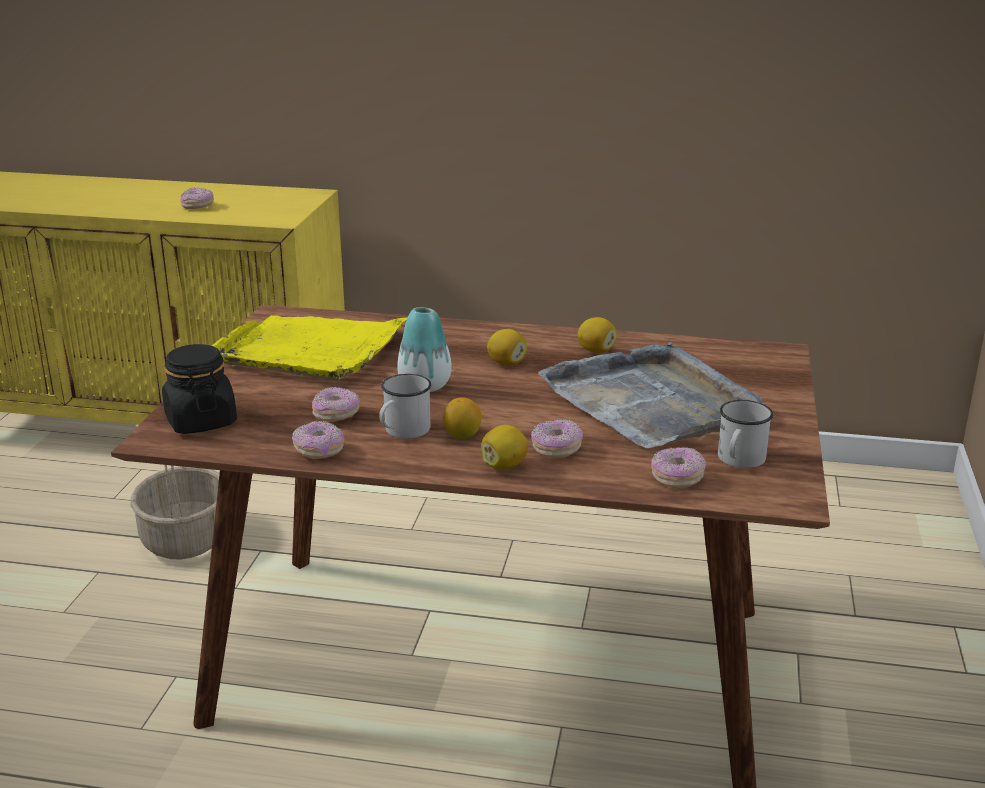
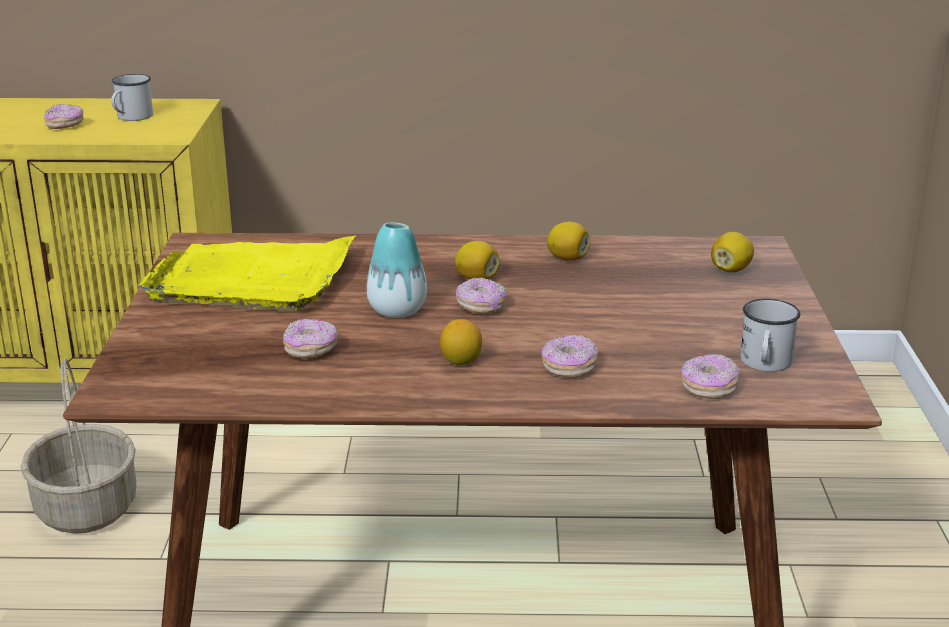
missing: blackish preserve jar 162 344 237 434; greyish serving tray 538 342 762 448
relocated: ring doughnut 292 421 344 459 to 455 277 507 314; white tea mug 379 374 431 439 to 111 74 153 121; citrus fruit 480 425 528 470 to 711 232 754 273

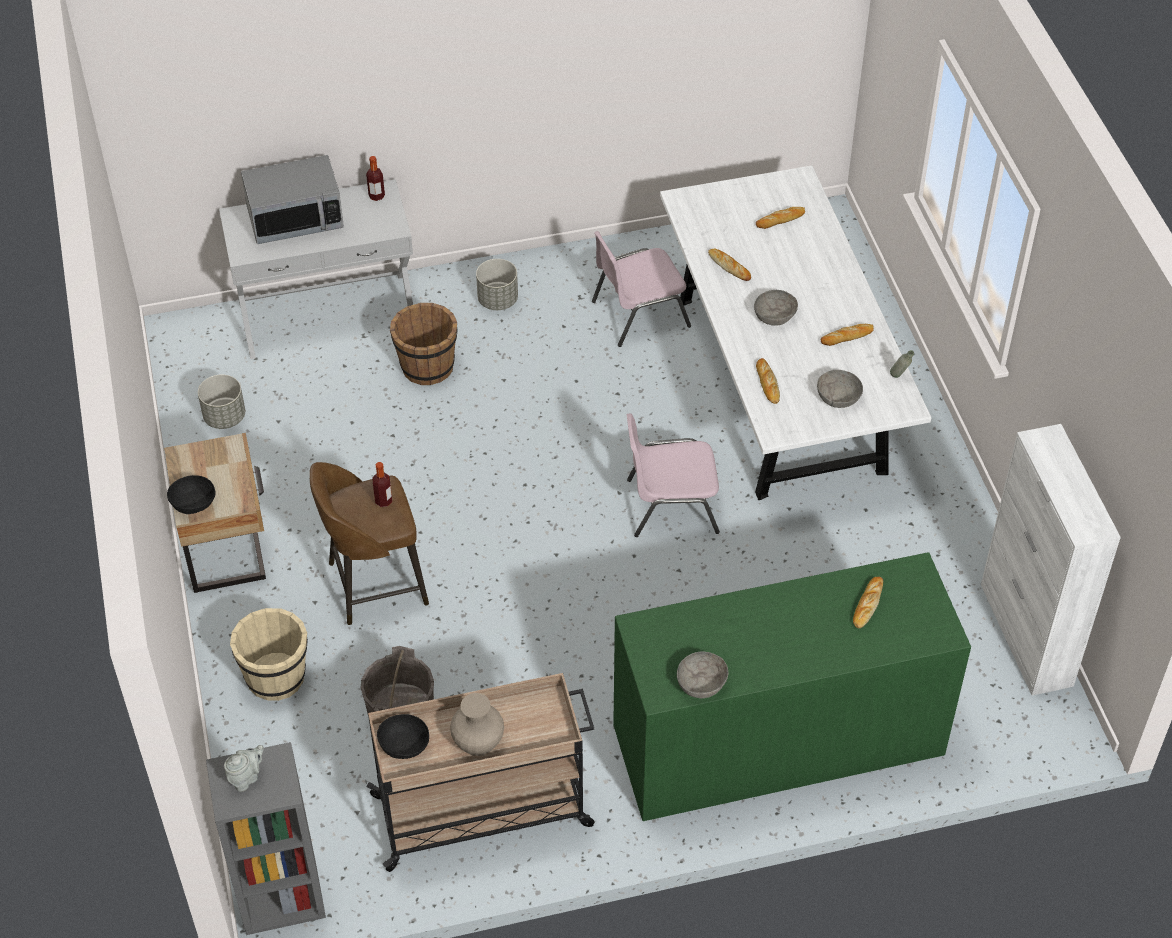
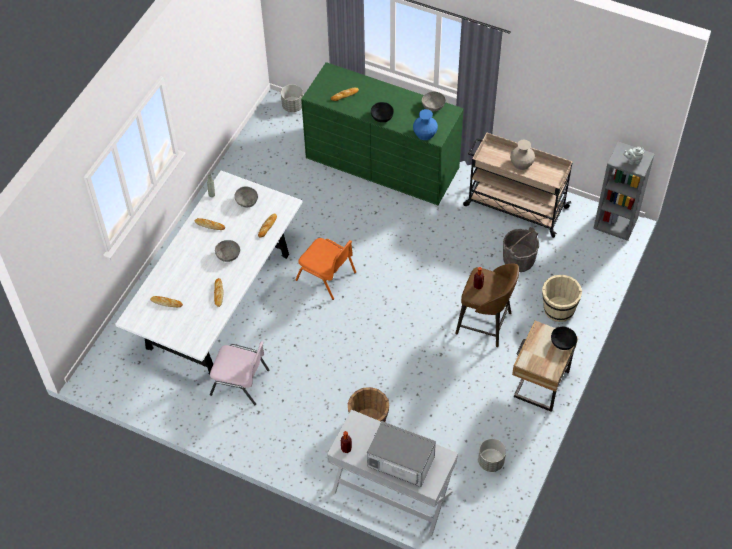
missing: white storage cabinet 981 424 1121 696
appeared: bluish flower vase 413 109 438 140
relocated: blackish serving bowl 377 714 429 759 to 371 102 394 122; greyish plant pot 476 259 518 310 to 281 84 303 112
colour: pink plain chair 626 413 720 537 to orangey plain chair 295 238 356 300

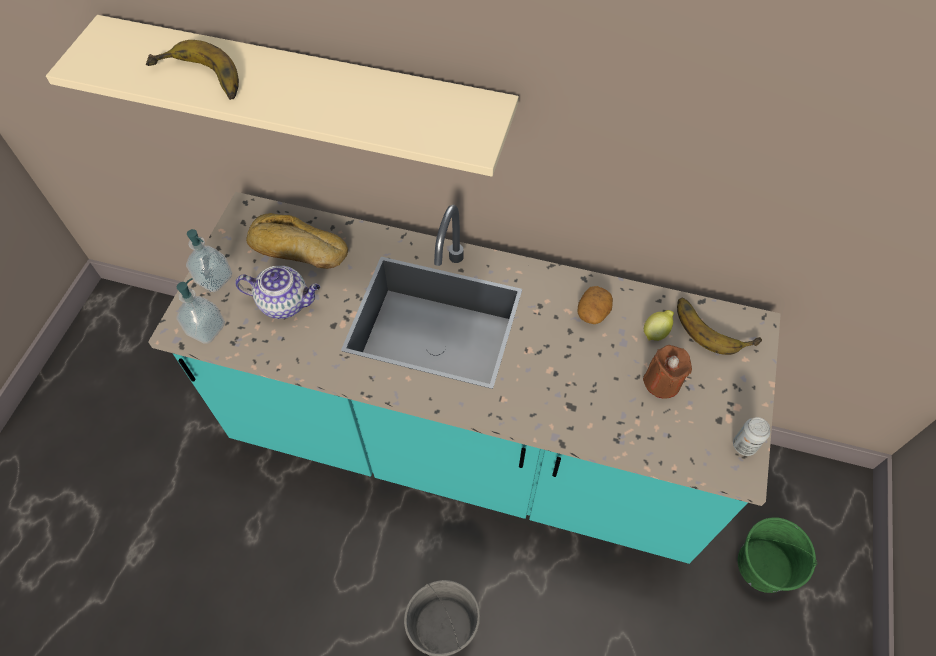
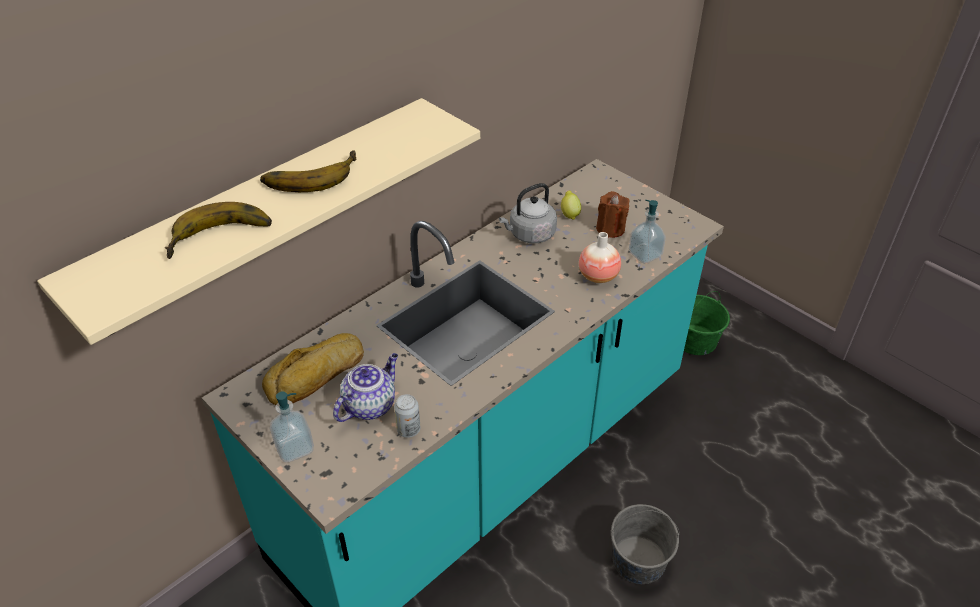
appeared: flower vase 579 232 621 283
relocated: soap bottle 176 278 225 344 to 629 200 666 264; banana fruit 677 298 762 355 to 260 151 357 192; can 733 417 770 456 to 394 394 420 438
exchanged: spud 578 286 613 324 to greyish water kettle 499 183 557 243

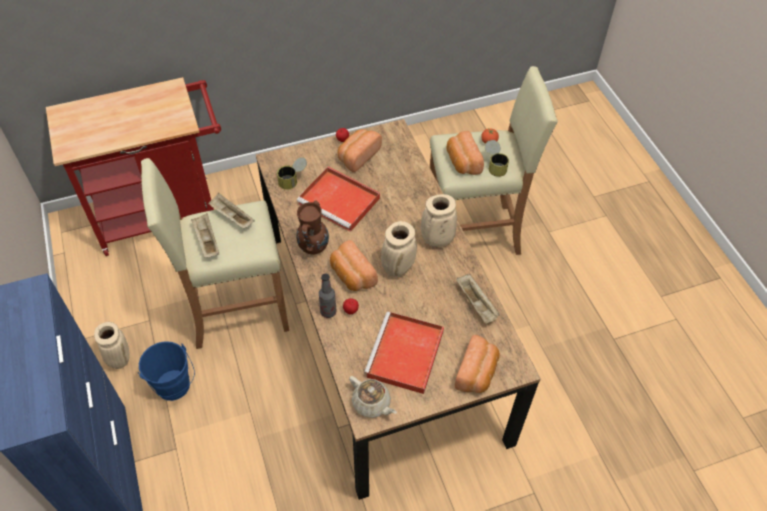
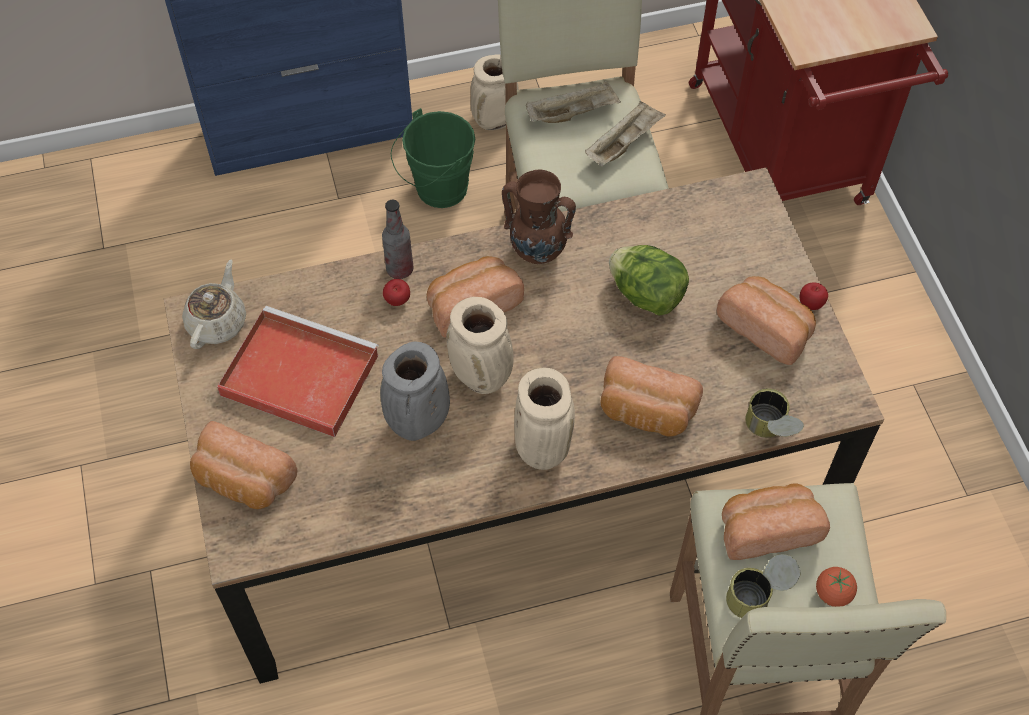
missing: beige-coloured serving tray 456 274 500 324
appeared: greyish flower vase 380 342 450 441; baked bread 600 356 703 437
relocated: can 277 157 307 190 to 745 388 804 438
exchanged: red-coloured serving tray 297 167 380 232 to head of lettuce 609 245 689 316
colour: bluish water bucket 138 341 195 401 to green-coloured water bucket 391 108 475 208
spun: beige-coloured pot for tea 349 376 397 418 = 182 259 246 349 150 degrees clockwise

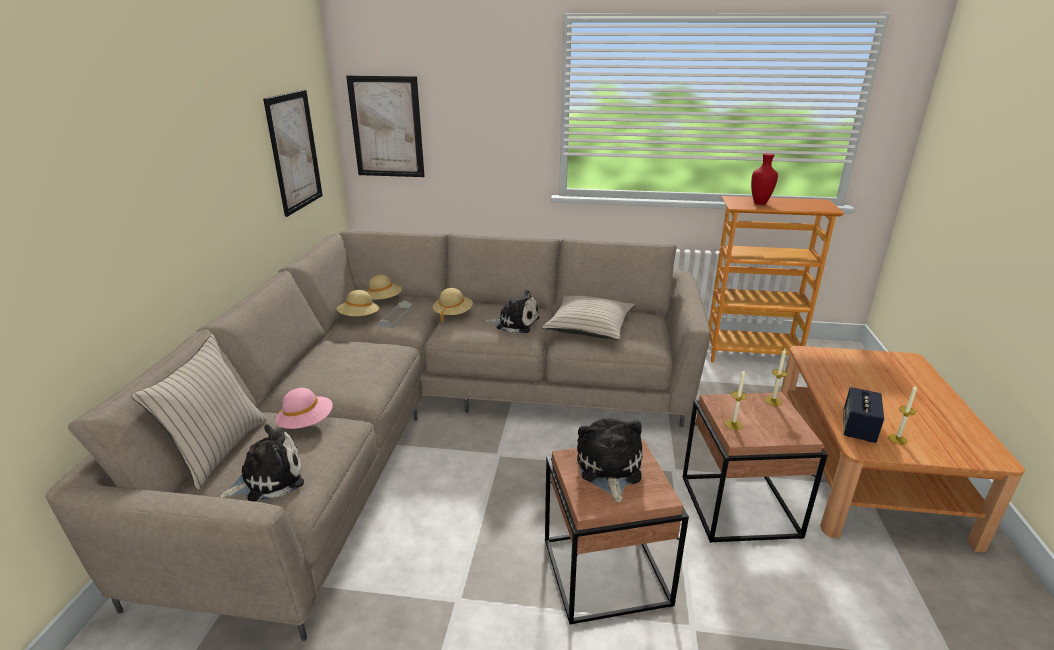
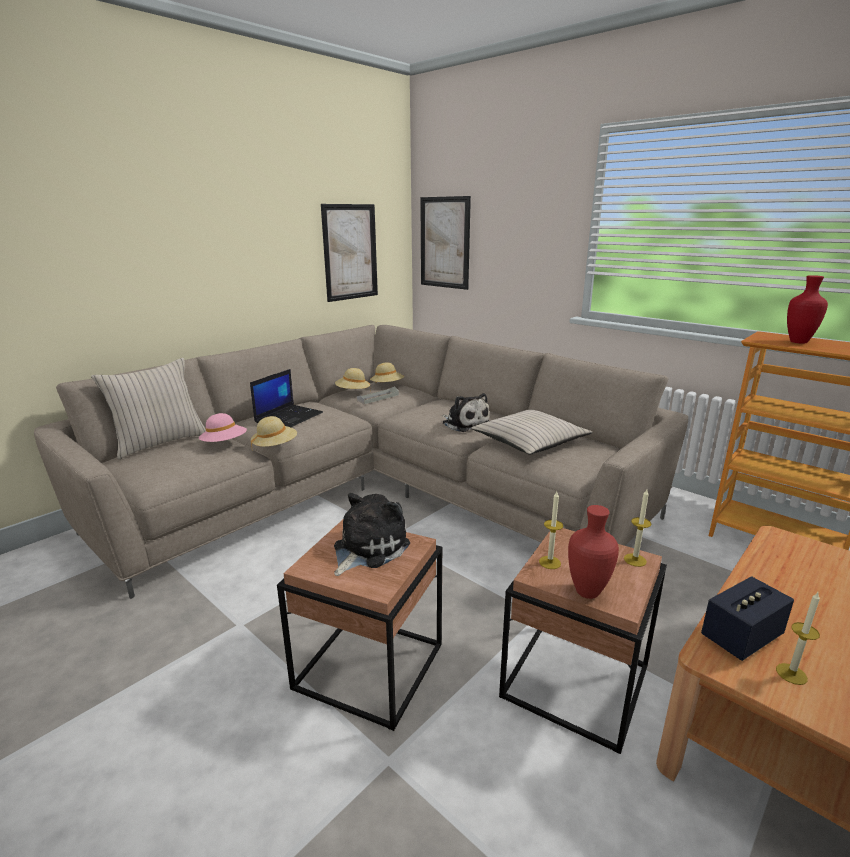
missing: plush toy 218 424 304 501
appeared: notebook computer 250 369 323 427; red-coloured flower vase 568 505 619 599
relocated: beige-coloured clothing hat 432 288 473 322 to 251 416 297 447

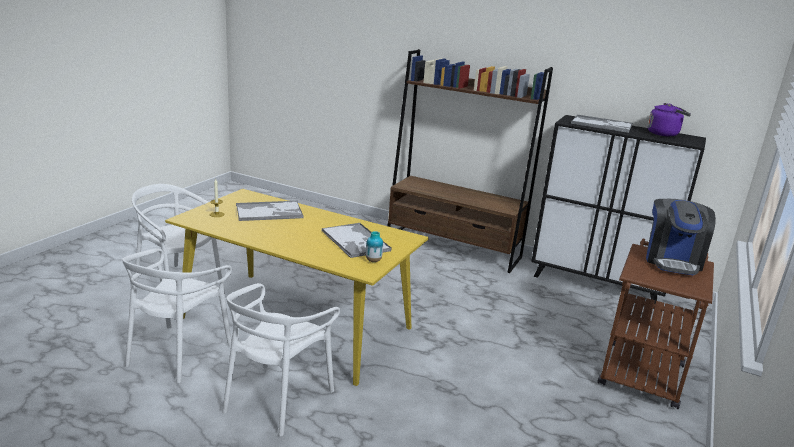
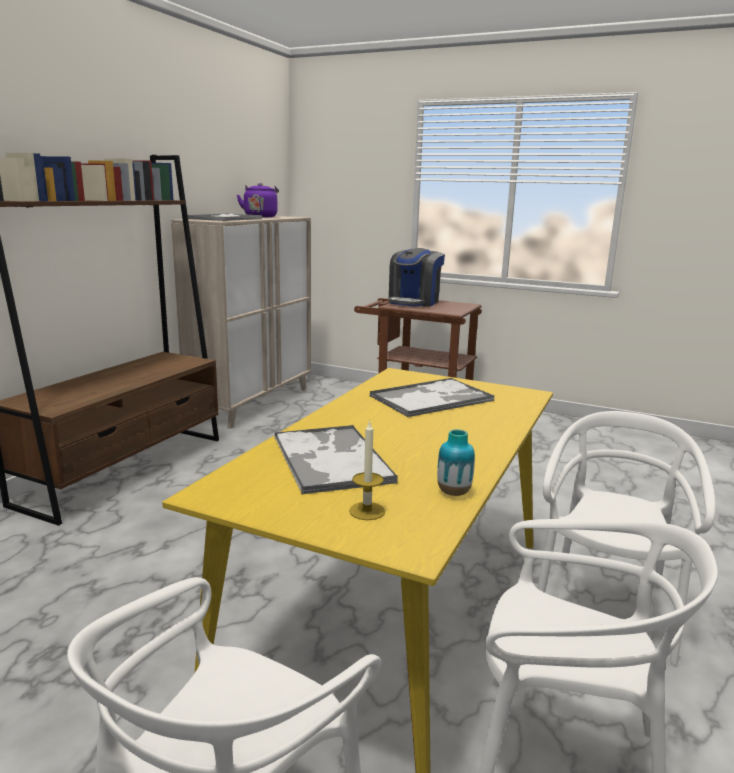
relocated: flower vase 366 231 383 262 to 437 429 475 496
colour: blackish storage cabinet 531 115 706 309 to beige-coloured storage cabinet 171 216 311 429
spun: white plain chair 222 283 340 436 = 537 411 715 665 90 degrees counterclockwise; coffee maker 646 199 716 276 = 388 248 445 307 105 degrees clockwise

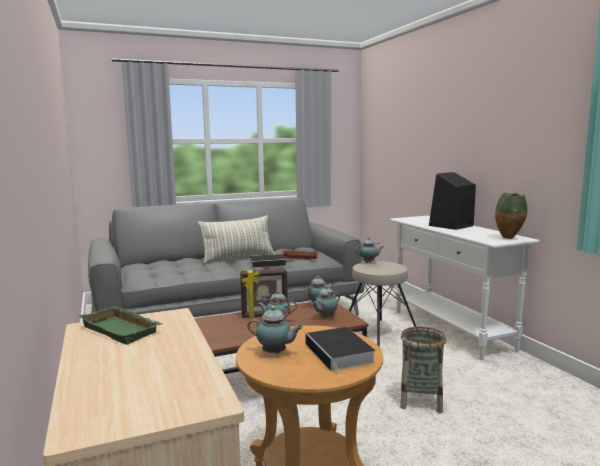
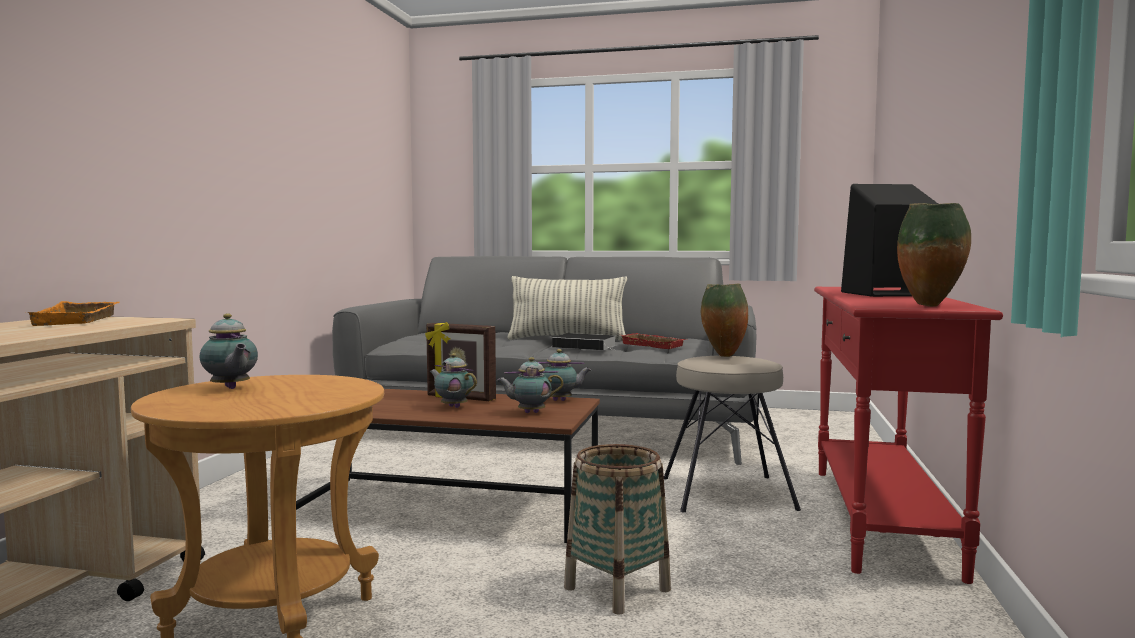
missing: bound book 306 327 376 376
exchanged: pot for tea 355 237 383 263 to flower vase 701 284 748 357
colour: green-coloured serving tray 78 306 162 345 to orangey serving tray 27 301 119 326; white hall table 390 216 540 360 to red-coloured hall table 814 287 1003 584

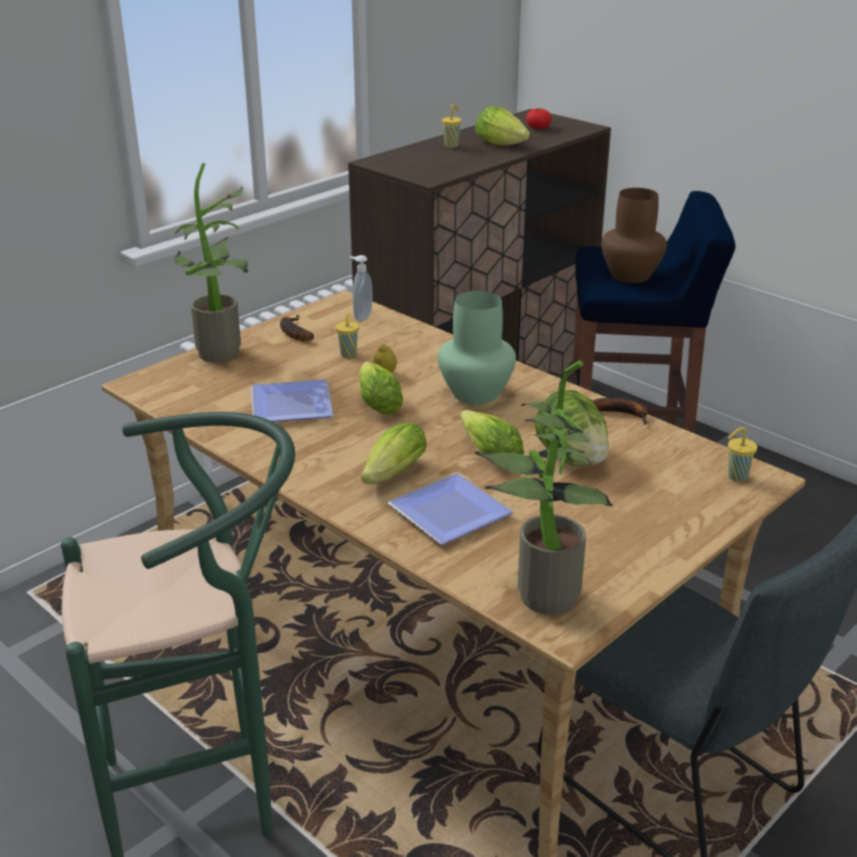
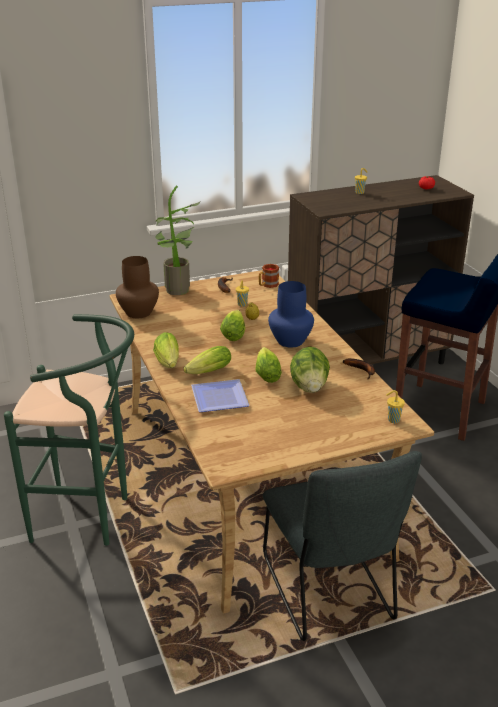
missing: flat dish 251 379 333 422; houseplant 474 360 613 615
relocated: head of lettuce 475 106 530 145 to 153 332 179 368; brown-coloured flower vase 601 188 667 283 to 116 256 159 318
exchanged: soap bottle 350 255 373 321 to tea mug 259 264 279 288
colour: green-coloured flower vase 438 291 516 405 to bluish flower vase 268 281 314 347

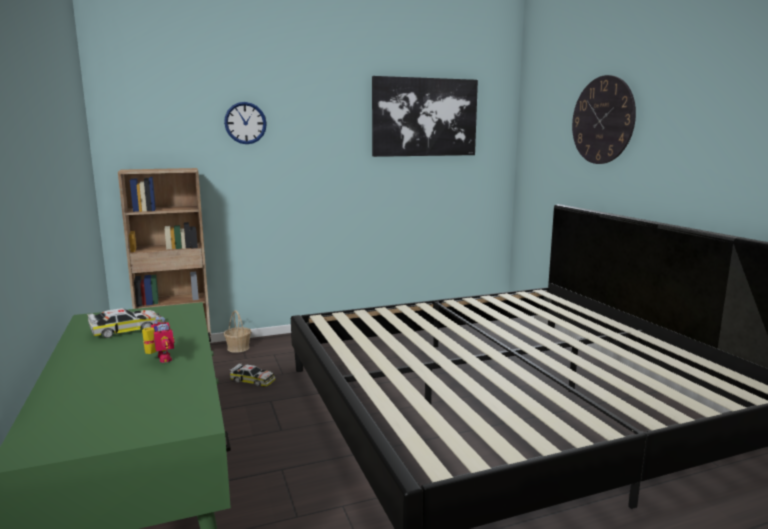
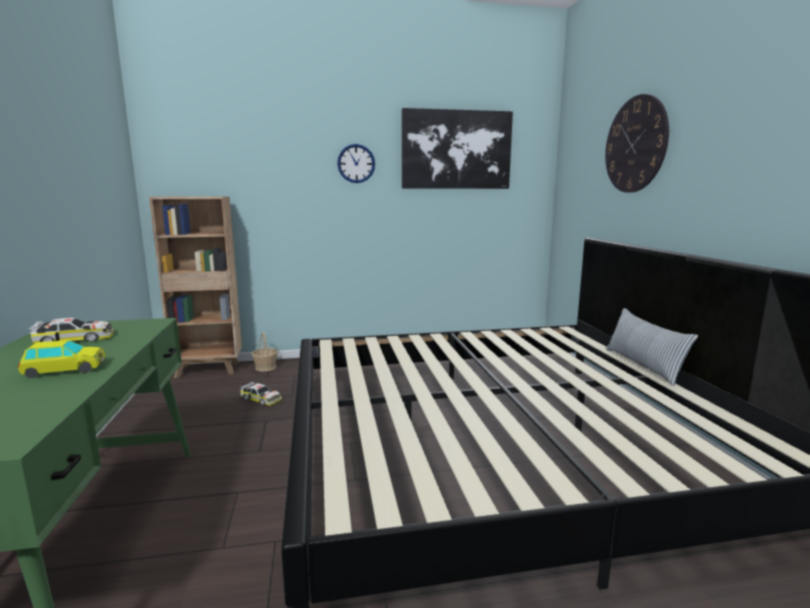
appeared: cushion 606 308 698 386
relocated: hanging clock 224 102 267 144 to 337 144 375 183
exchanged: model robot 142 317 175 363 to miniature car 18 341 105 378

